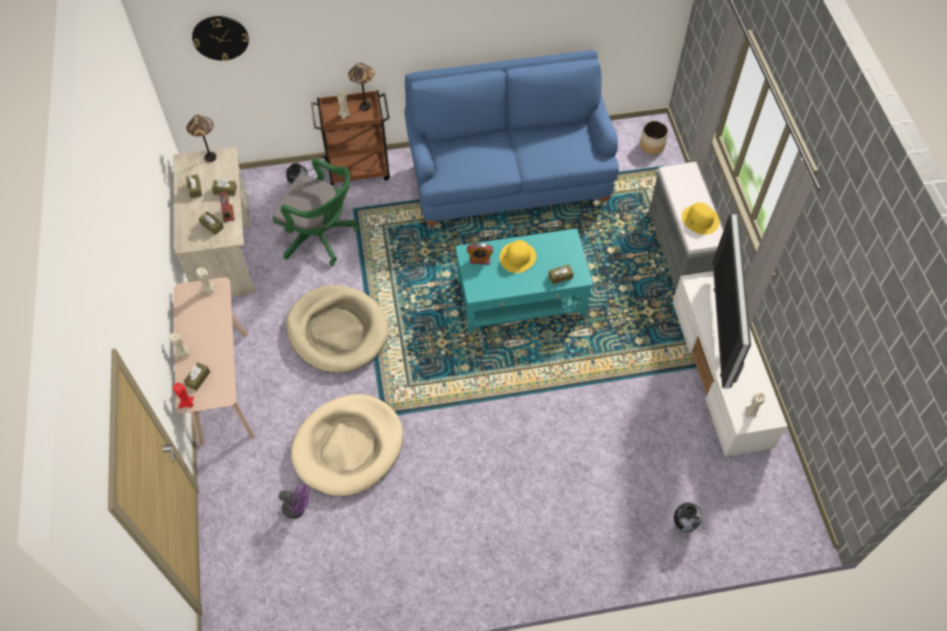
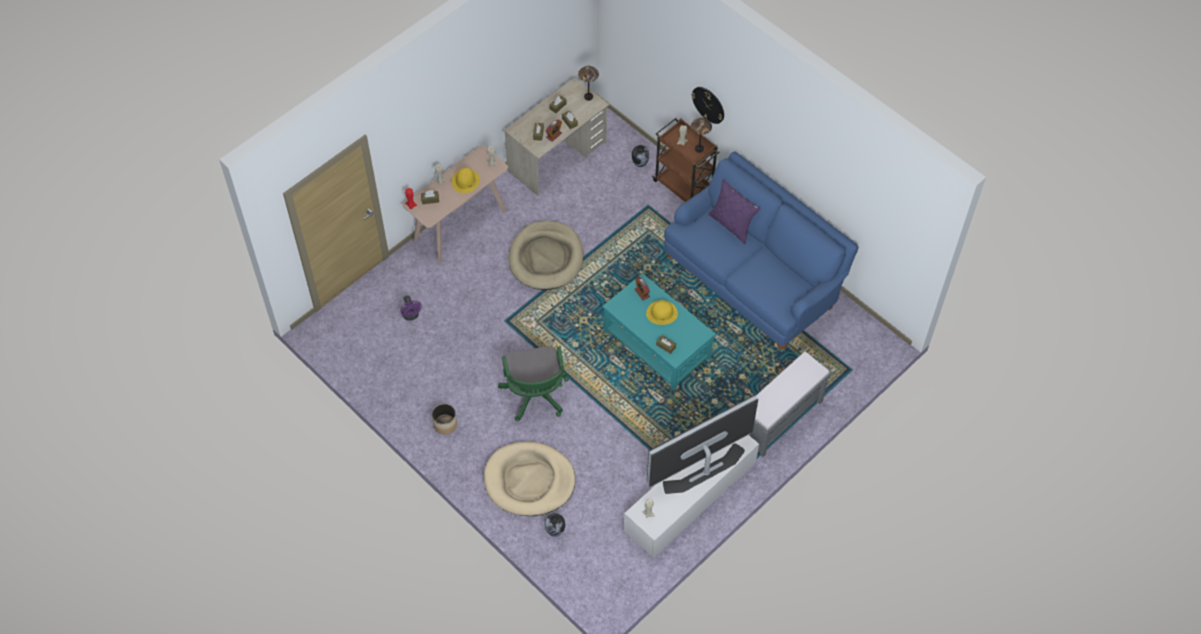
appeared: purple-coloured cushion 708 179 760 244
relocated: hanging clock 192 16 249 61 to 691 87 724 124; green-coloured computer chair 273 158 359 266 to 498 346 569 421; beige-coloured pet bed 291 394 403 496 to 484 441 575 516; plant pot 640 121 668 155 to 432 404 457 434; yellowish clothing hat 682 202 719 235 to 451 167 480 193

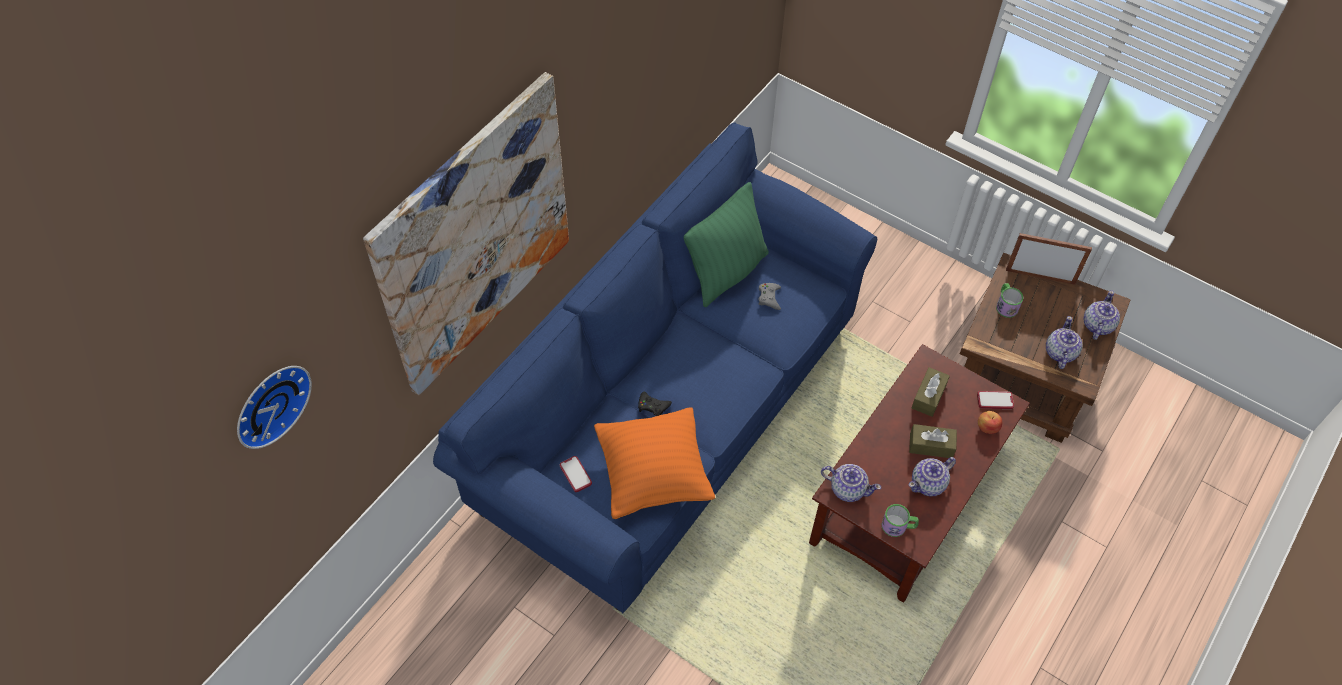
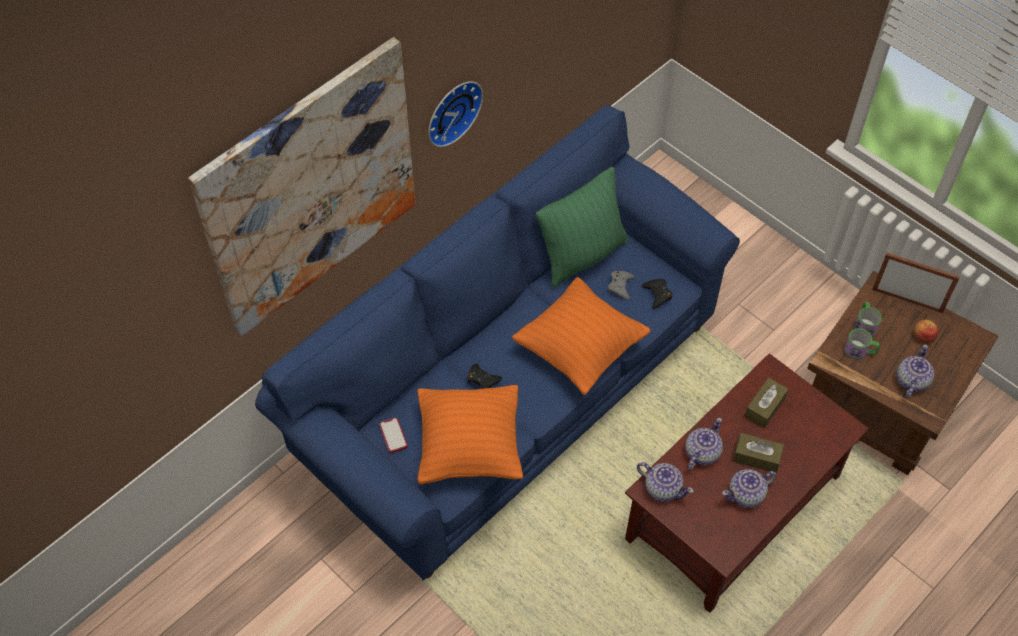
missing: telephone 977 391 1014 409
appeared: orangey cushion 512 277 651 395; blackish game controller 642 279 672 309
relocated: hanging clock 237 366 312 449 to 428 81 483 147; tea mug 882 504 919 537 to 844 328 880 360; apple 978 411 1002 434 to 914 320 938 343; pot for tea 1083 290 1120 340 to 685 418 723 470

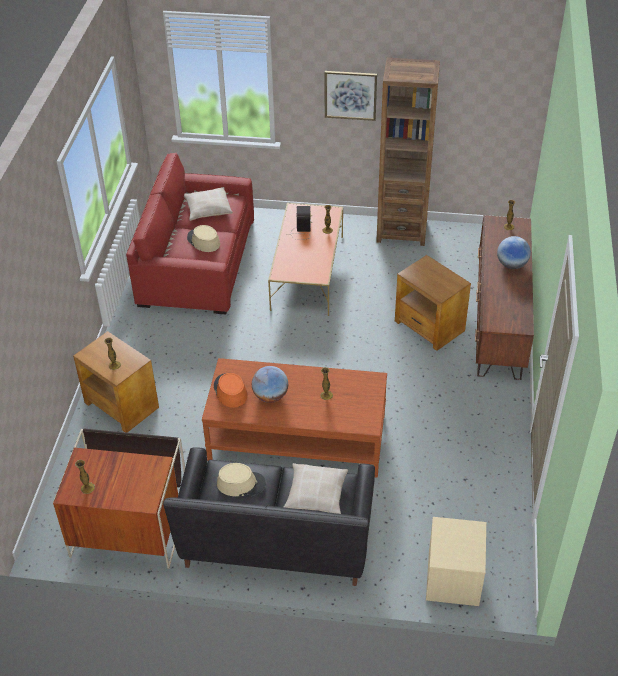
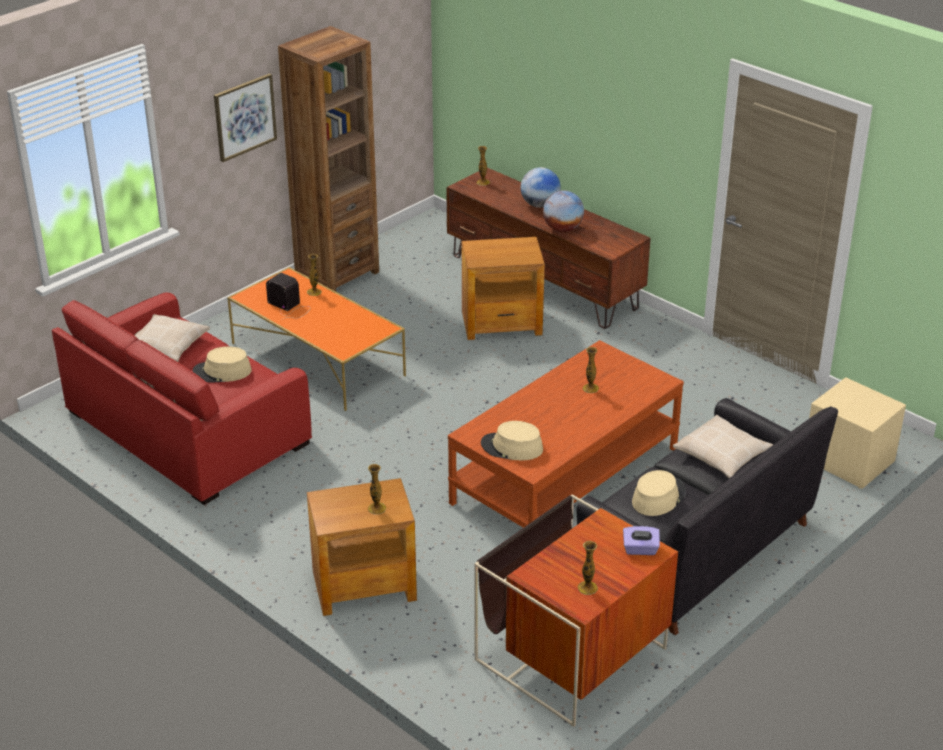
appeared: purple-coloured tissue box 623 526 660 555
relocated: world globe 252 366 288 403 to 543 190 584 232
colour: orangey clothing hat 214 373 248 408 to beige-coloured clothing hat 481 421 543 460

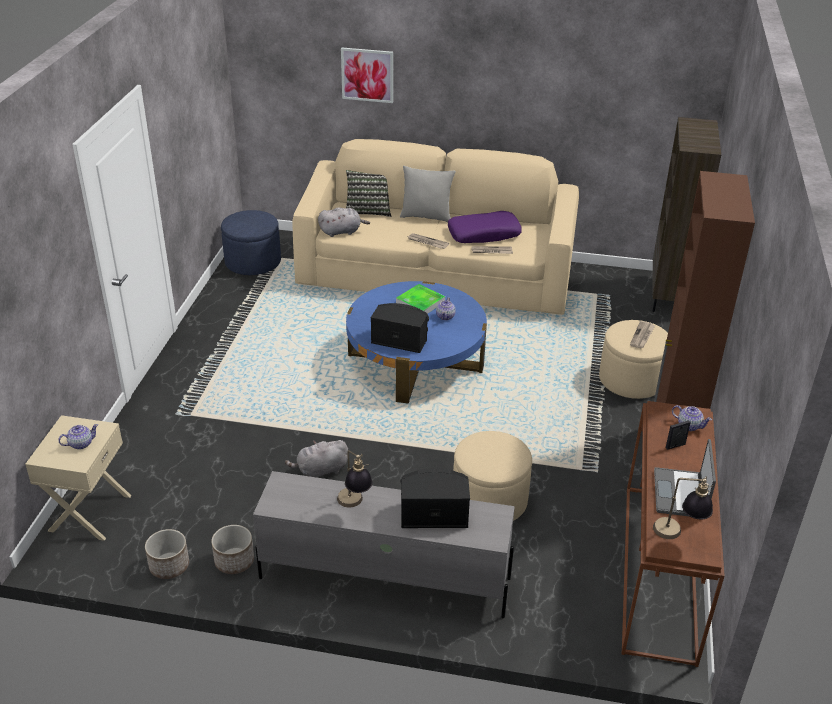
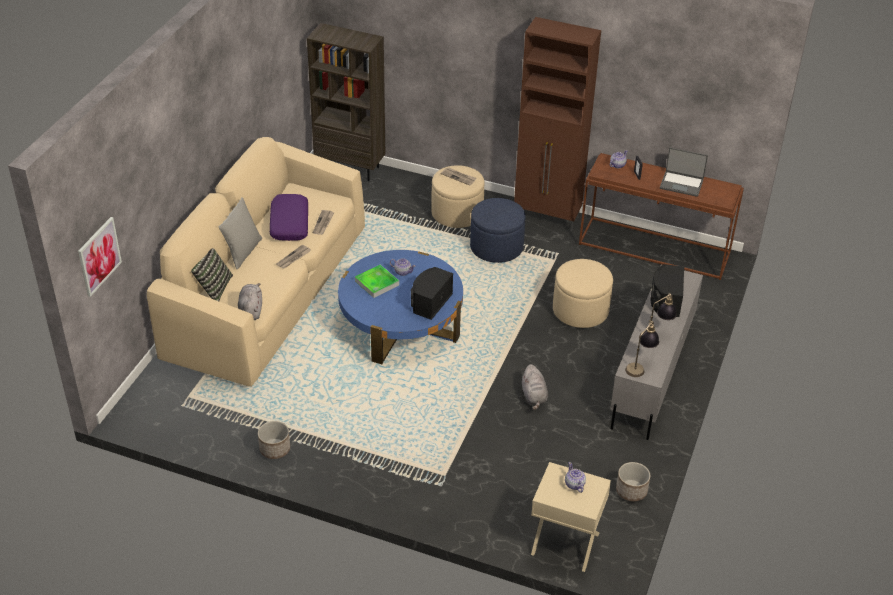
relocated: plant pot 211 525 254 574 to 258 421 290 459; bluish ottoman 221 210 281 275 to 470 198 526 263; picture 341 47 393 103 to 78 217 122 297; tabletop lamp 653 477 714 539 to 625 320 659 377

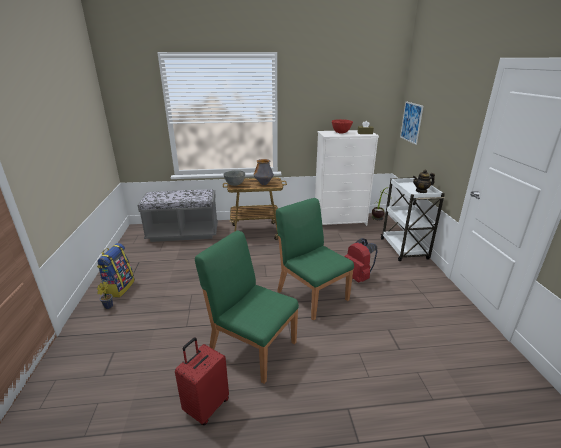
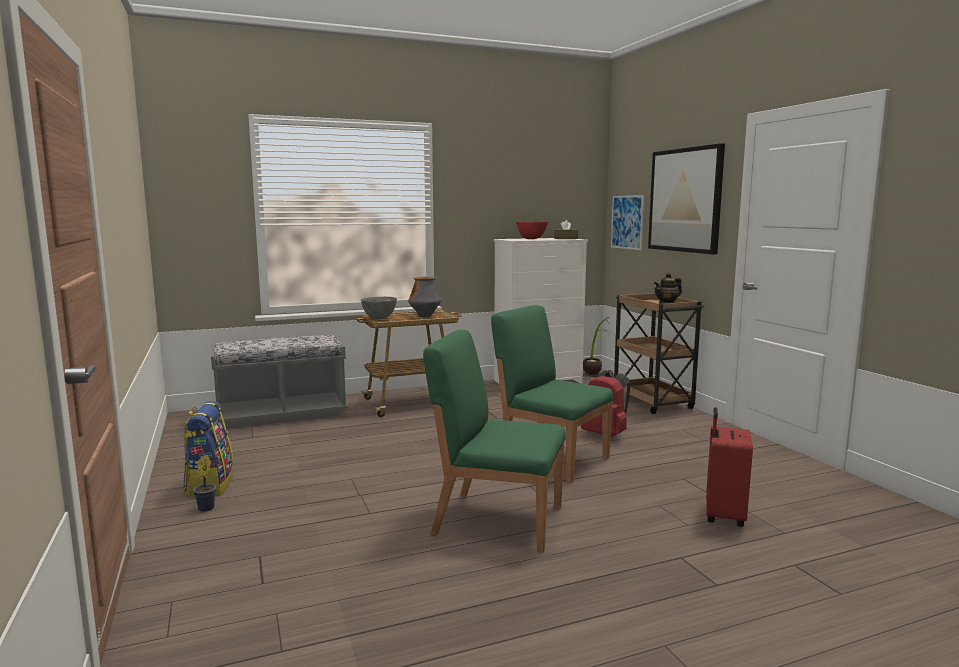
appeared: picture 648 143 725 254
relocated: red-coloured piece of luggage 175 337 229 425 to 706 407 753 527
colour: white wheeled cart 381 177 445 261 to brown-coloured wheeled cart 614 293 704 414

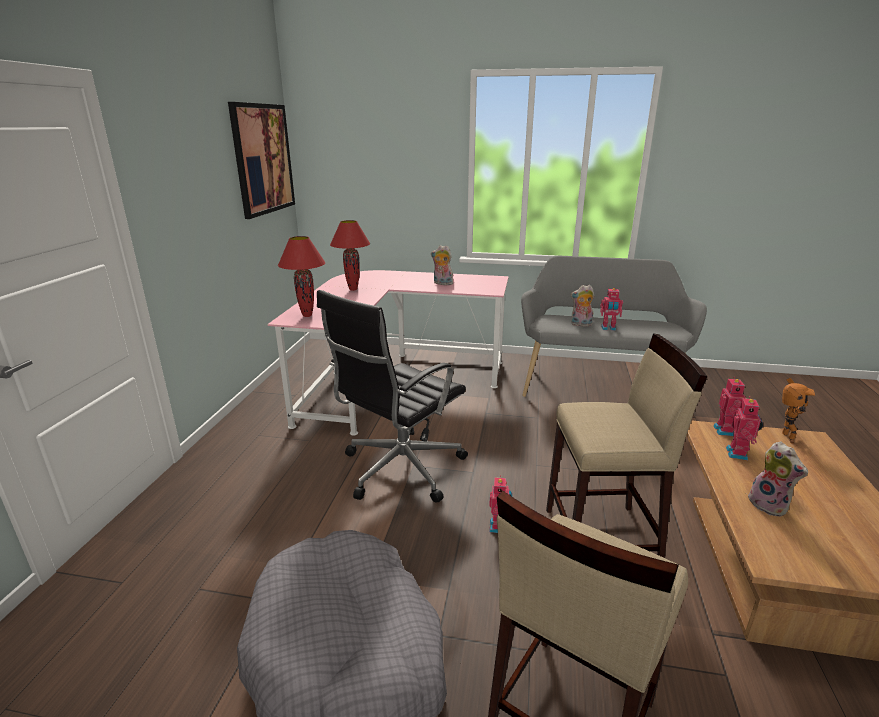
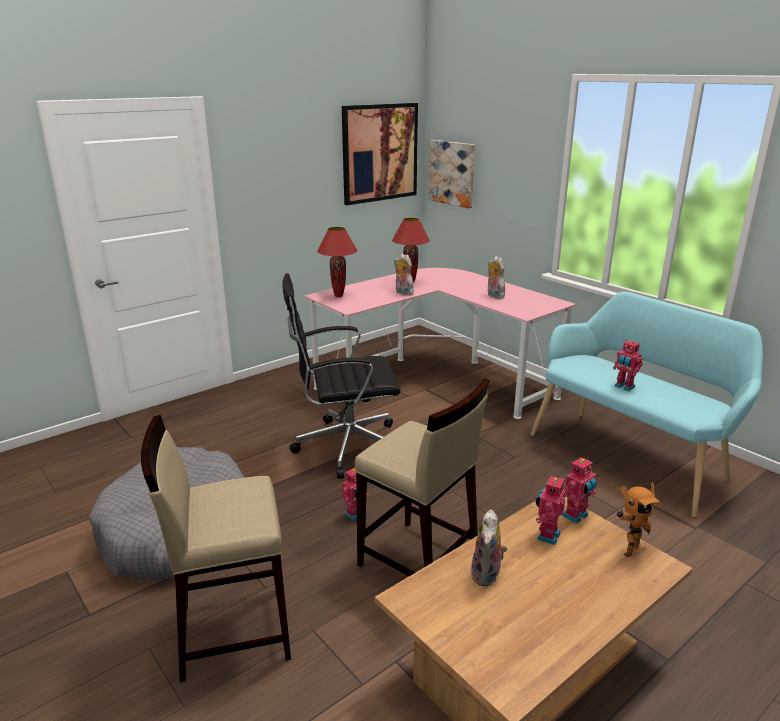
appeared: picture 428 140 475 209
relocated: plush toy 570 285 594 327 to 394 254 415 296
colour: greyish long seat 521 256 707 397 to blue-green long seat 531 292 763 517
spun: model robot 726 396 763 460 = 536 475 565 545 150 degrees clockwise

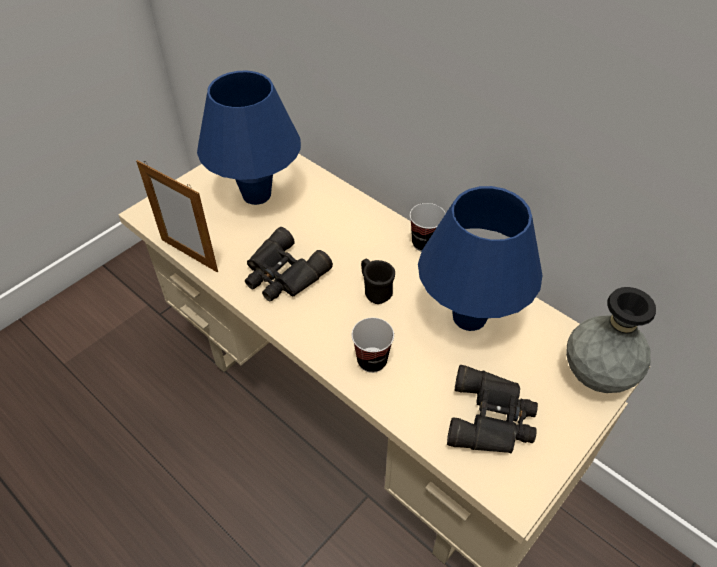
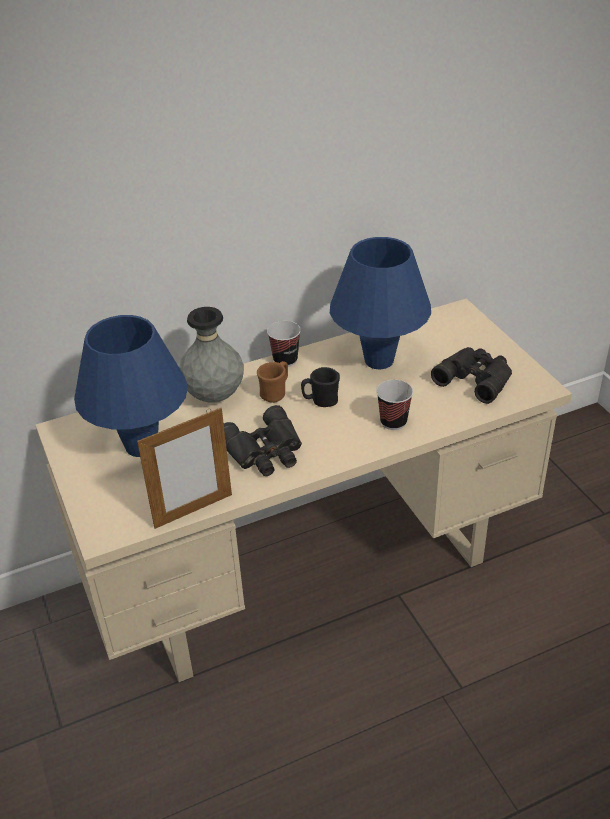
appeared: brown-coloured tea mug 257 361 288 403
relocated: greyish flower vase 566 287 656 393 to 179 307 244 403

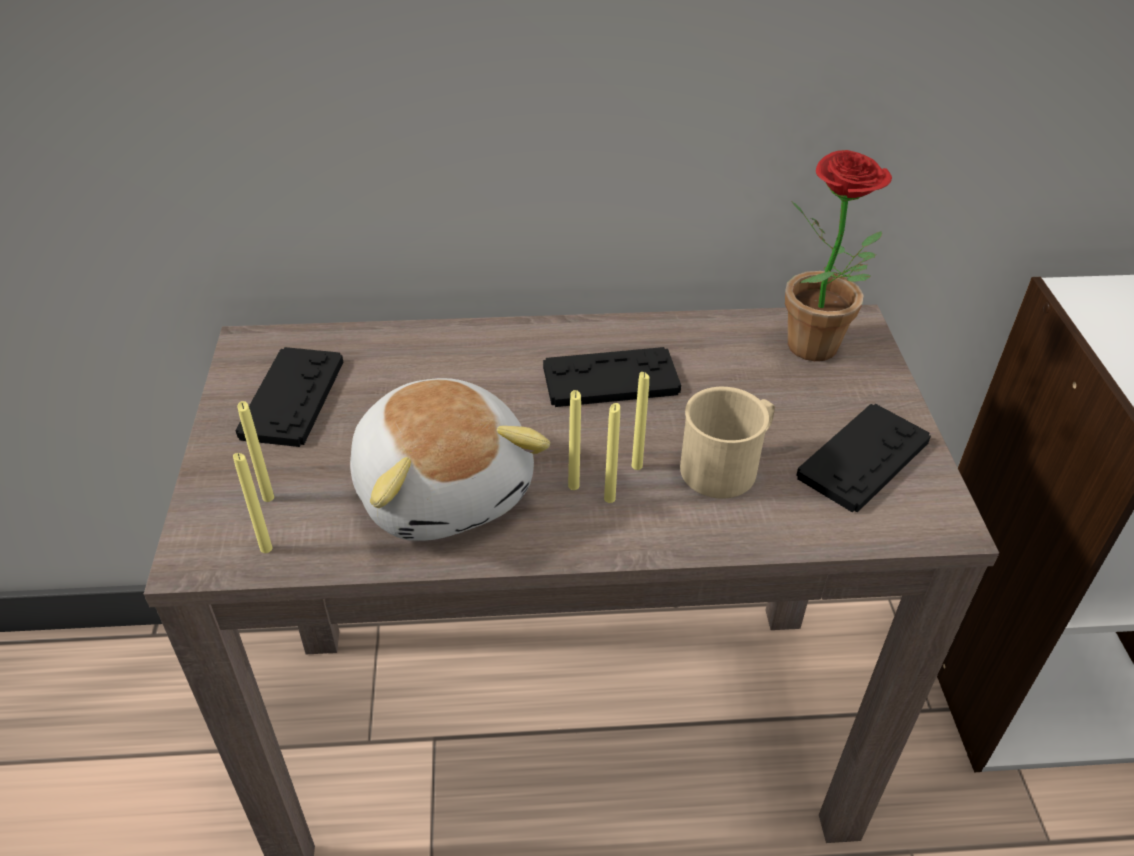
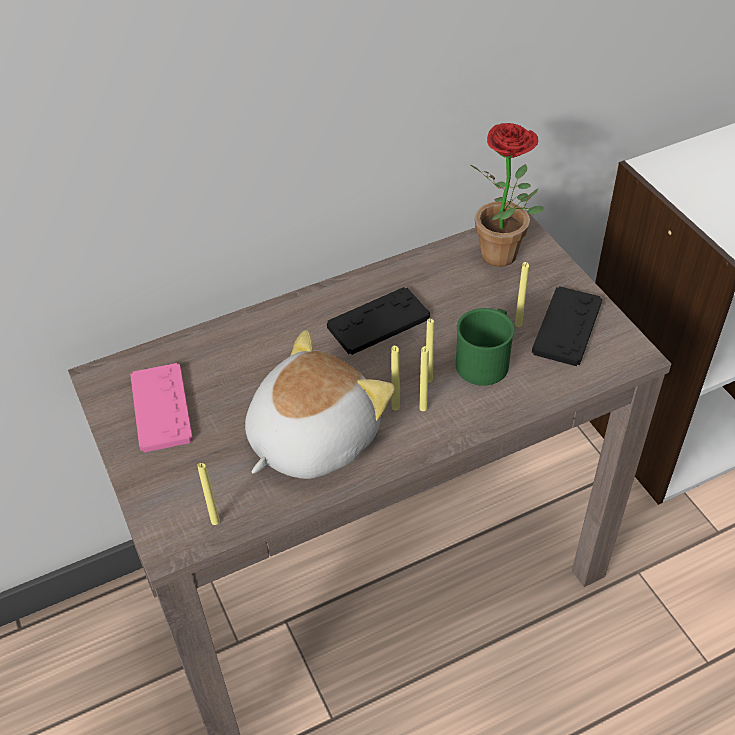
relocated: yellowish candle 237 401 274 502 to 515 262 529 327
colour: blackish game controller 235 347 343 447 to pink game controller 130 363 193 453; beige-coloured tea mug 680 387 775 499 to green-coloured tea mug 456 308 514 386
spun: plush toy 350 378 550 541 = 245 330 395 479 90 degrees counterclockwise

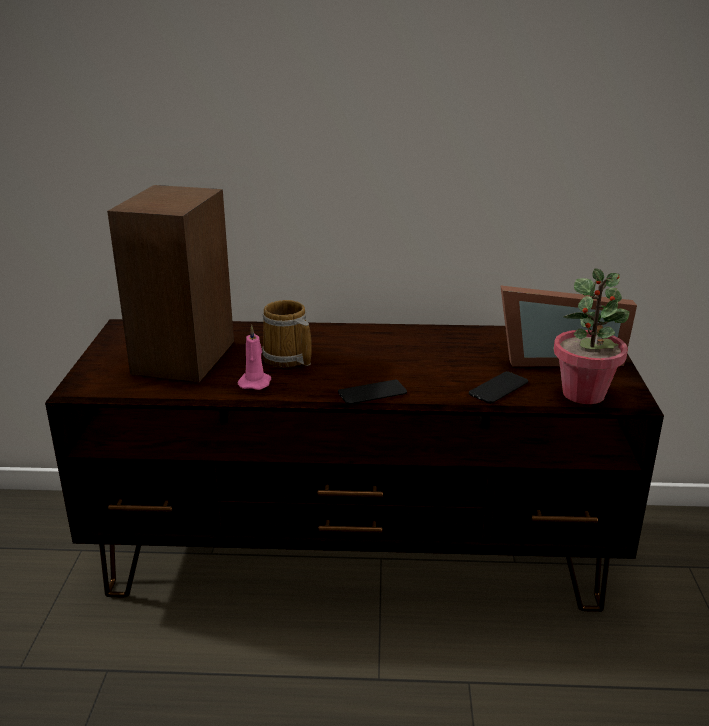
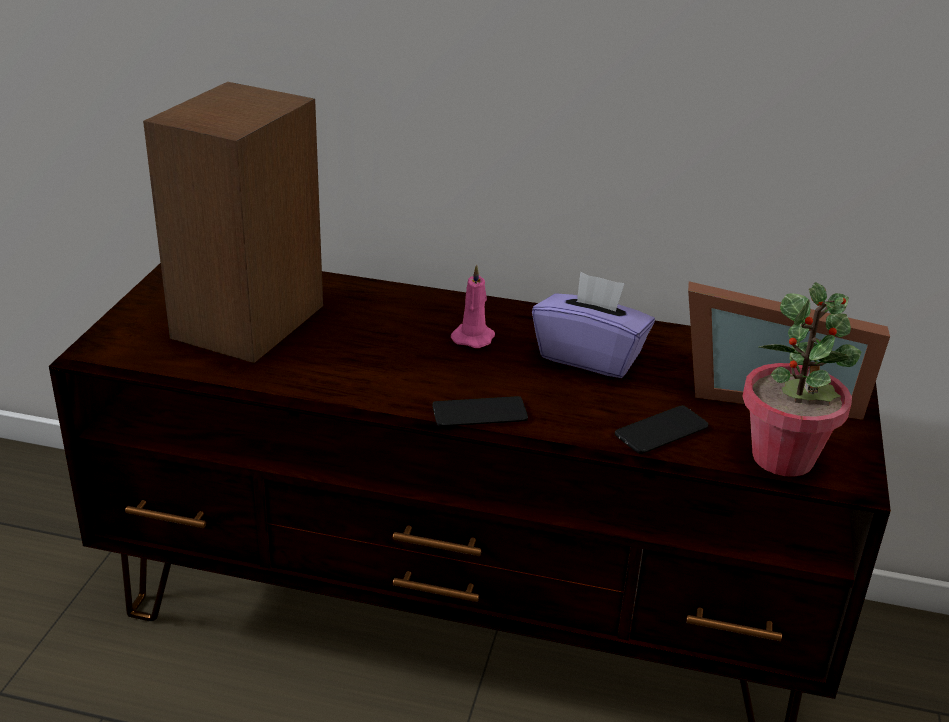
missing: tea mug 262 300 312 368
appeared: purple-coloured tissue box 532 272 655 378
relocated: pink candle 237 325 271 390 to 451 264 495 348

